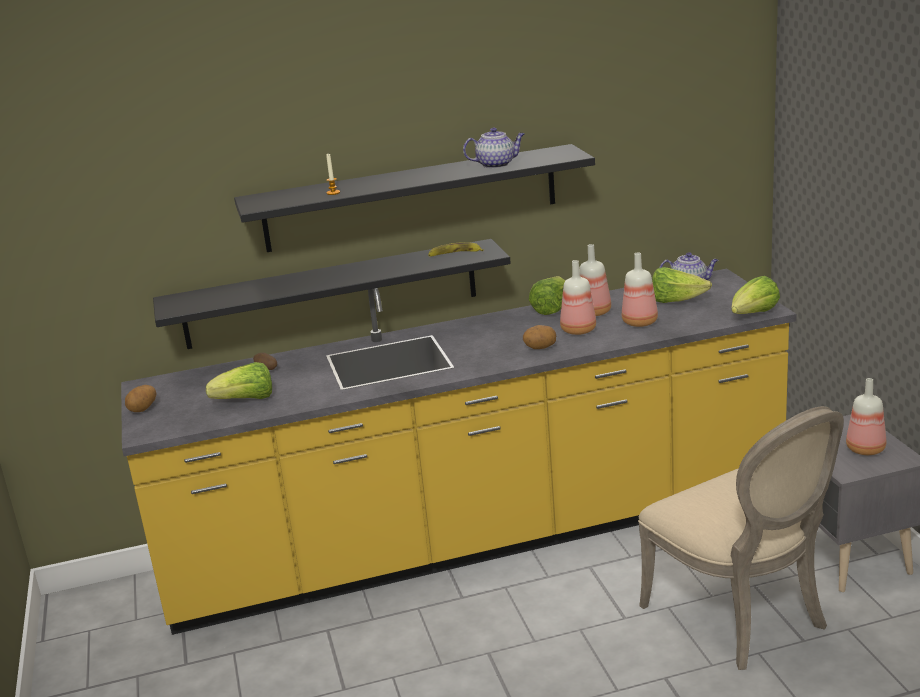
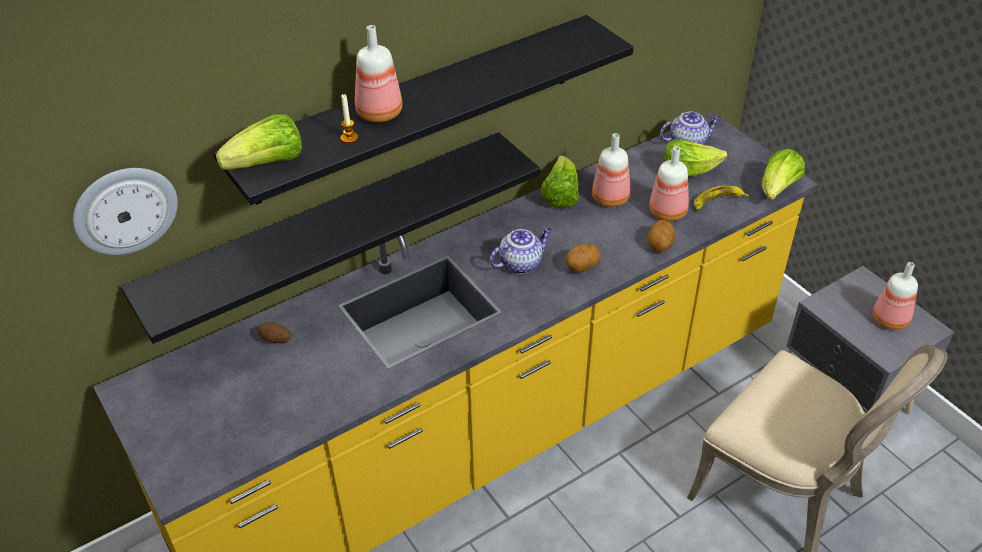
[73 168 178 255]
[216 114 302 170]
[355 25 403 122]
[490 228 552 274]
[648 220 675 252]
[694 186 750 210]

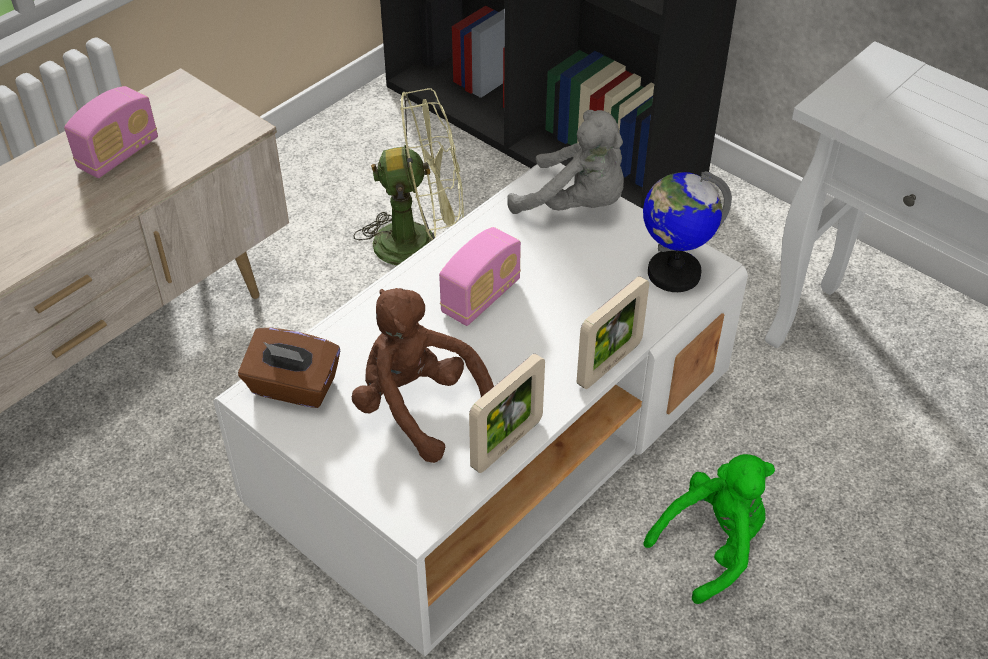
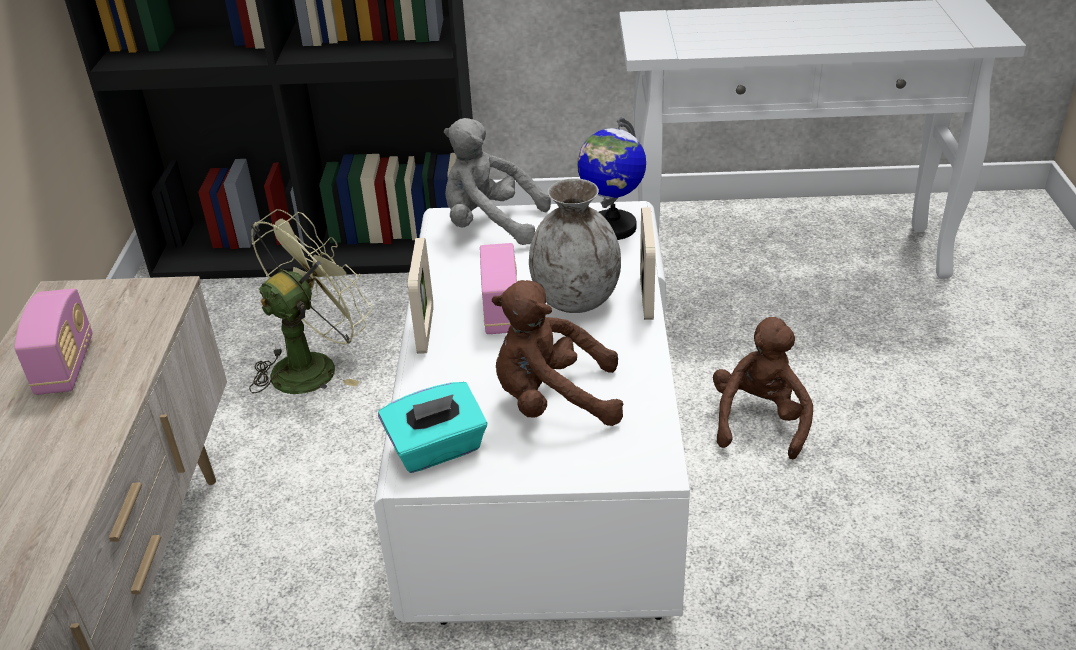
[378 382 487 473]
[408 238 433 354]
[444 118 551 245]
[529 178 621 313]
[713 317 813 459]

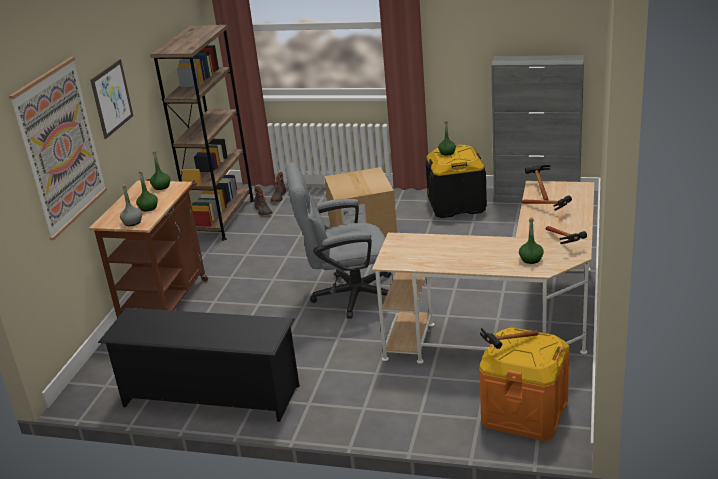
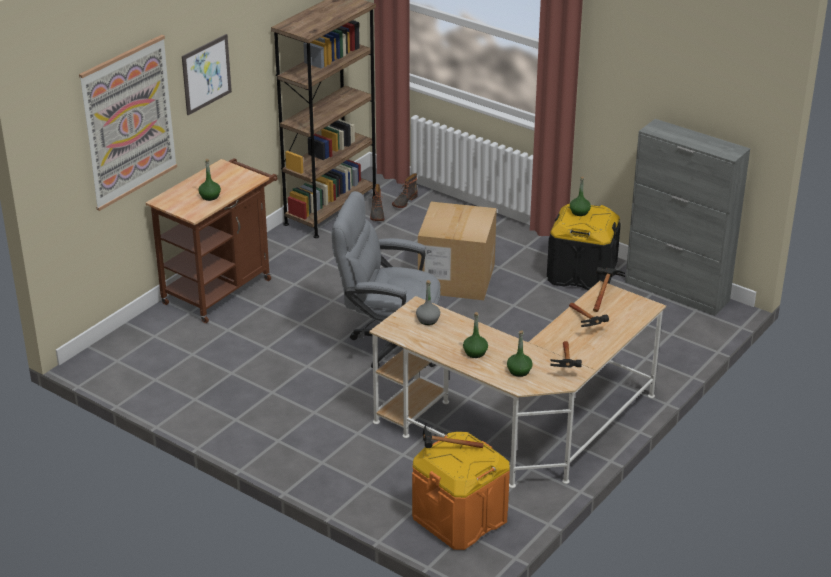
[416 280 440 325]
[463 312 488 358]
[98 308 300 422] (first image)

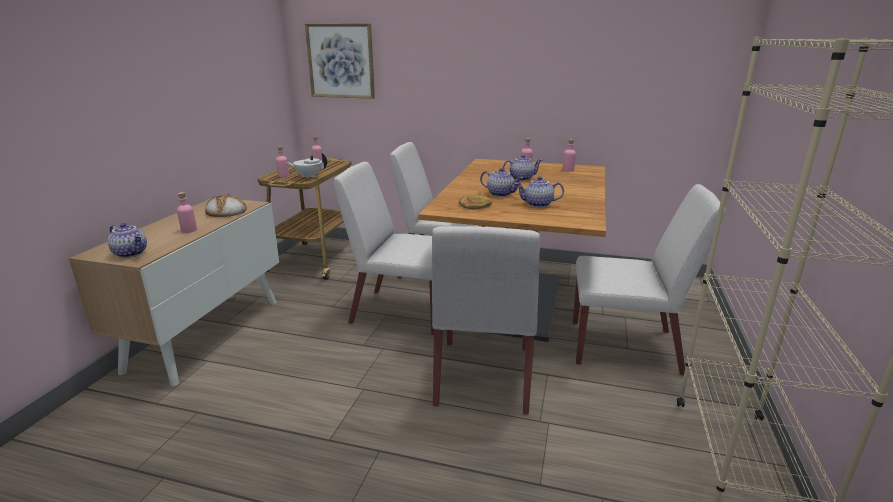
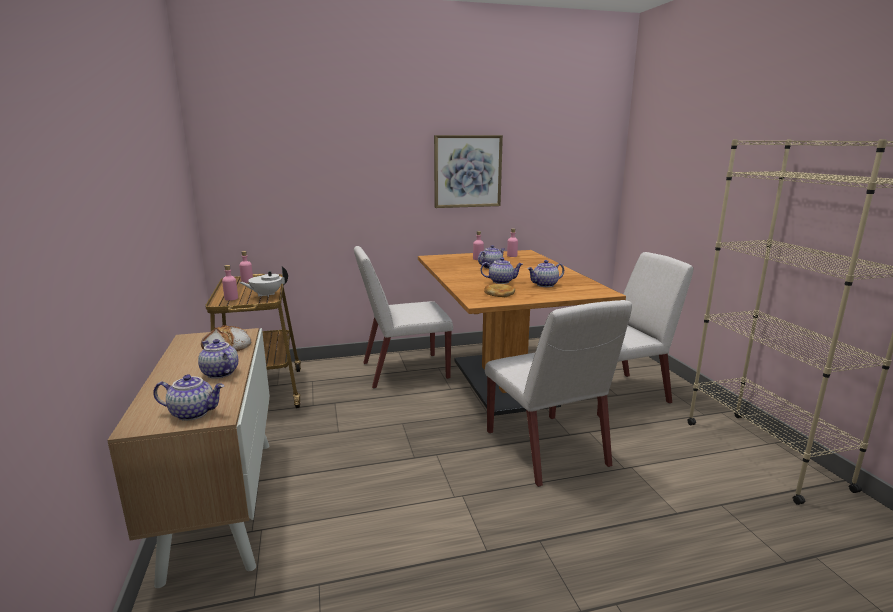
[198 339 238 379]
[434 135 503 208]
[333 162 434 336] (first image)

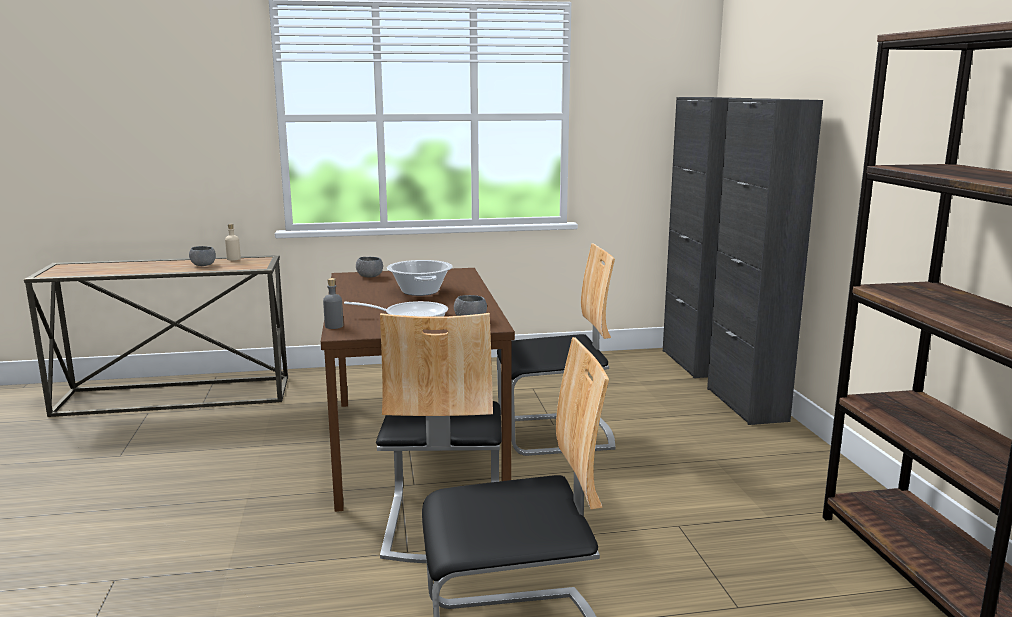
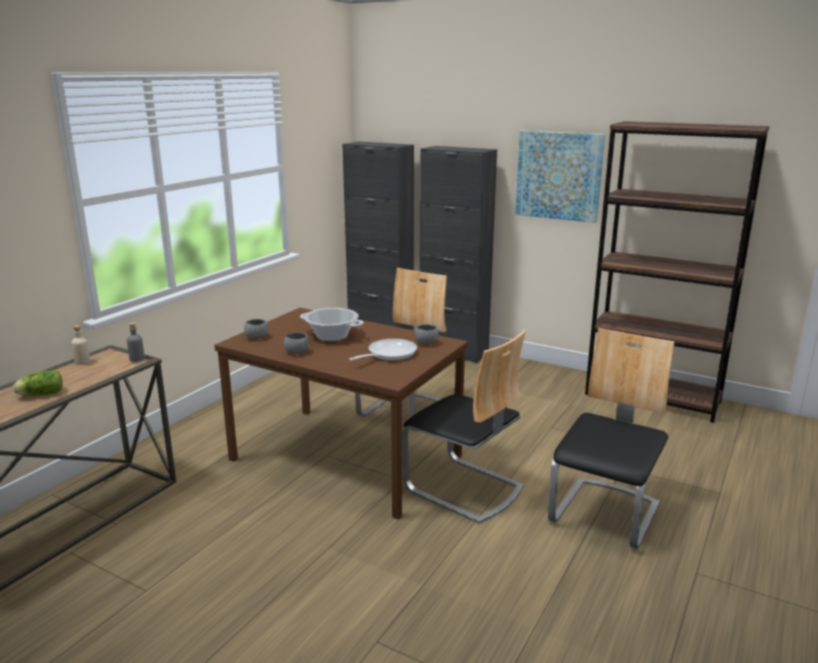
[13 370 63 396]
[127 322 145 362]
[284 332 309 354]
[515 131 605 223]

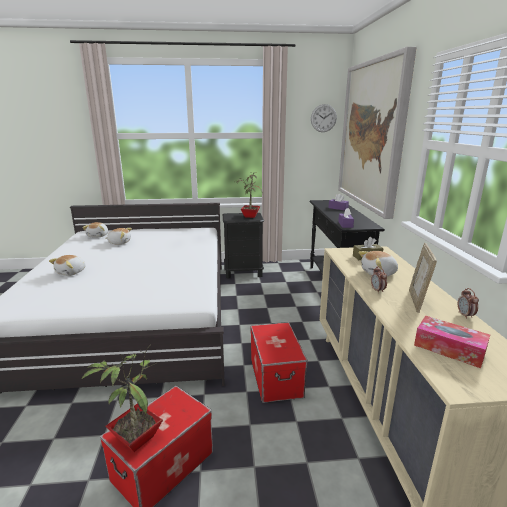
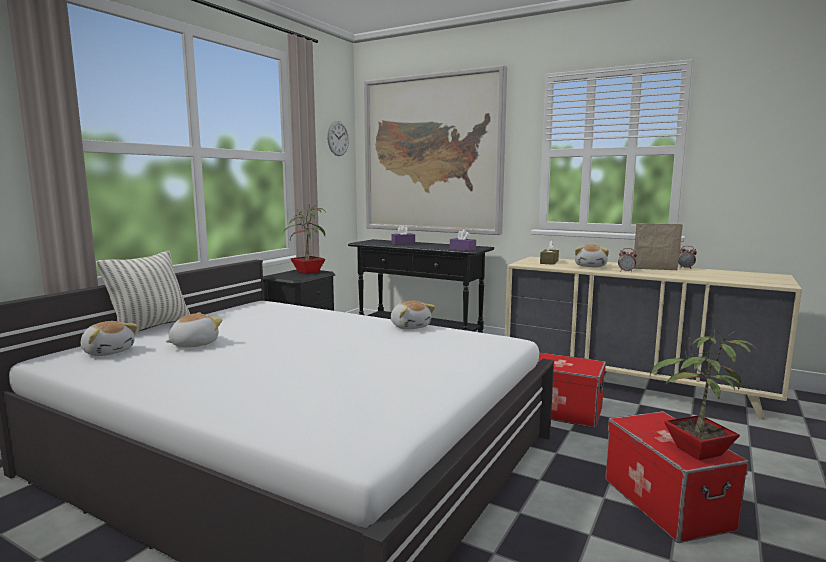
[96 251 190 333]
[391 301 435 330]
[633 223 683 270]
[414 316 490 368] (first image)

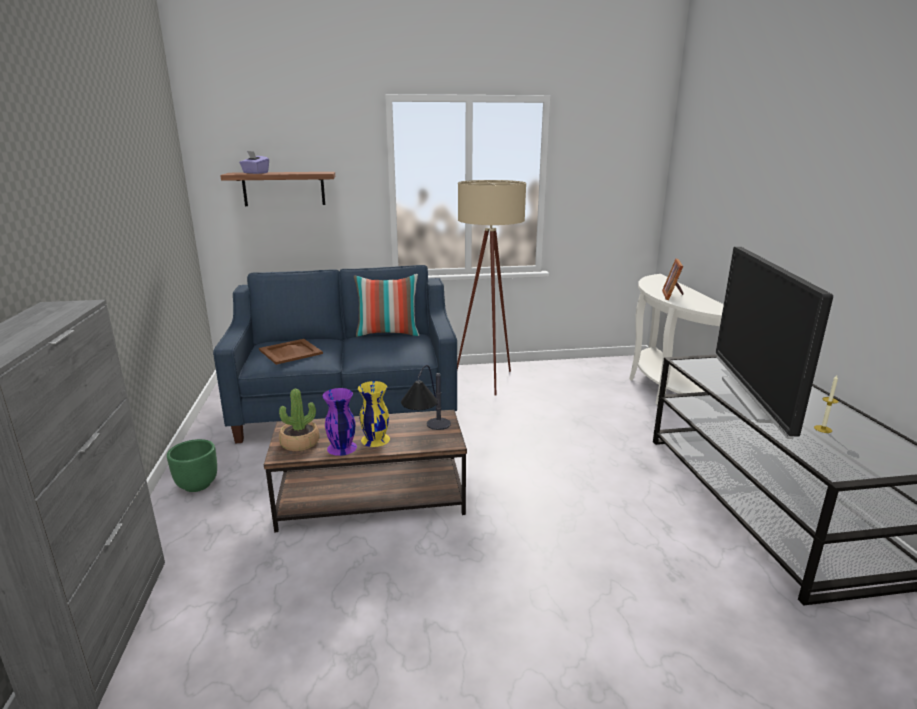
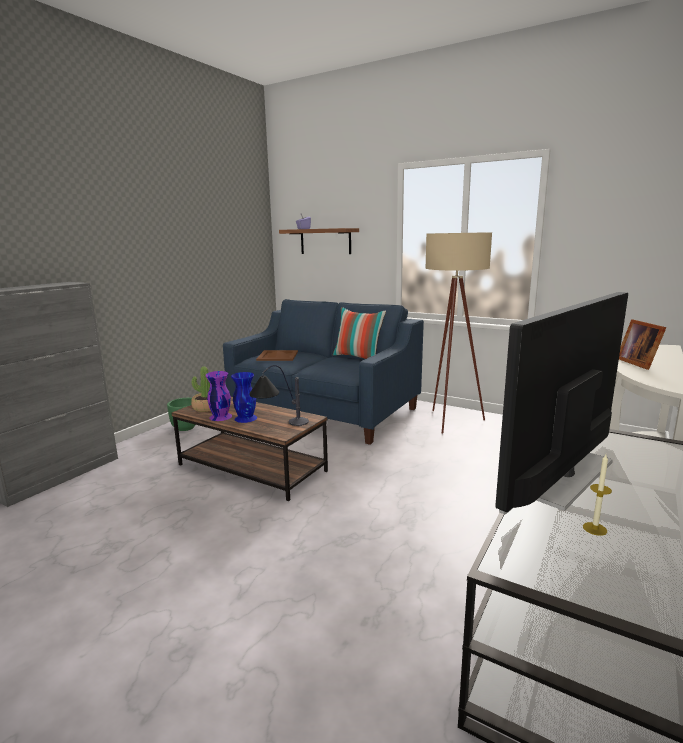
[231 372 257 423]
[619 319 666 370]

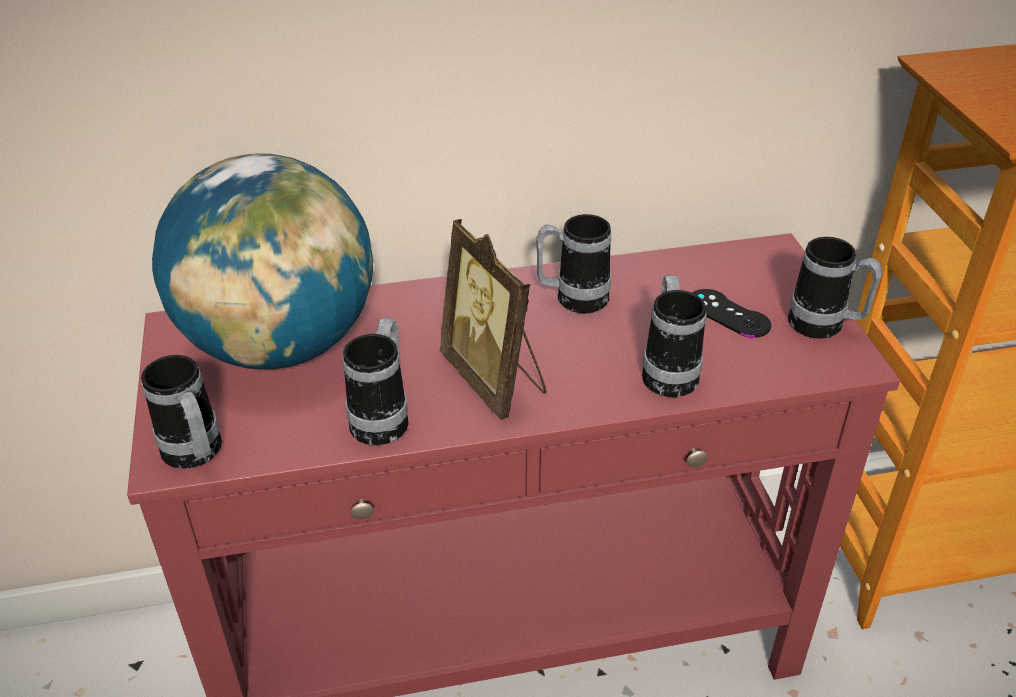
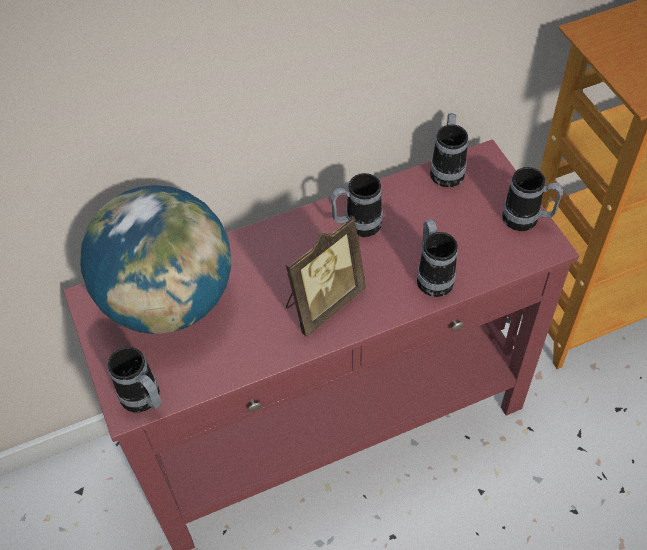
[286 215 366 337]
[430 113 468 188]
[693 289 771 338] (first image)

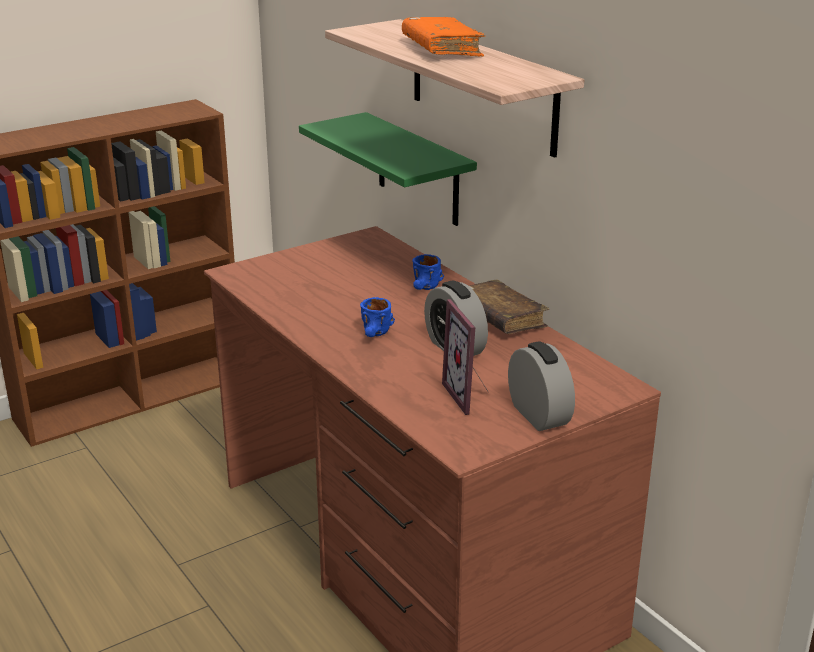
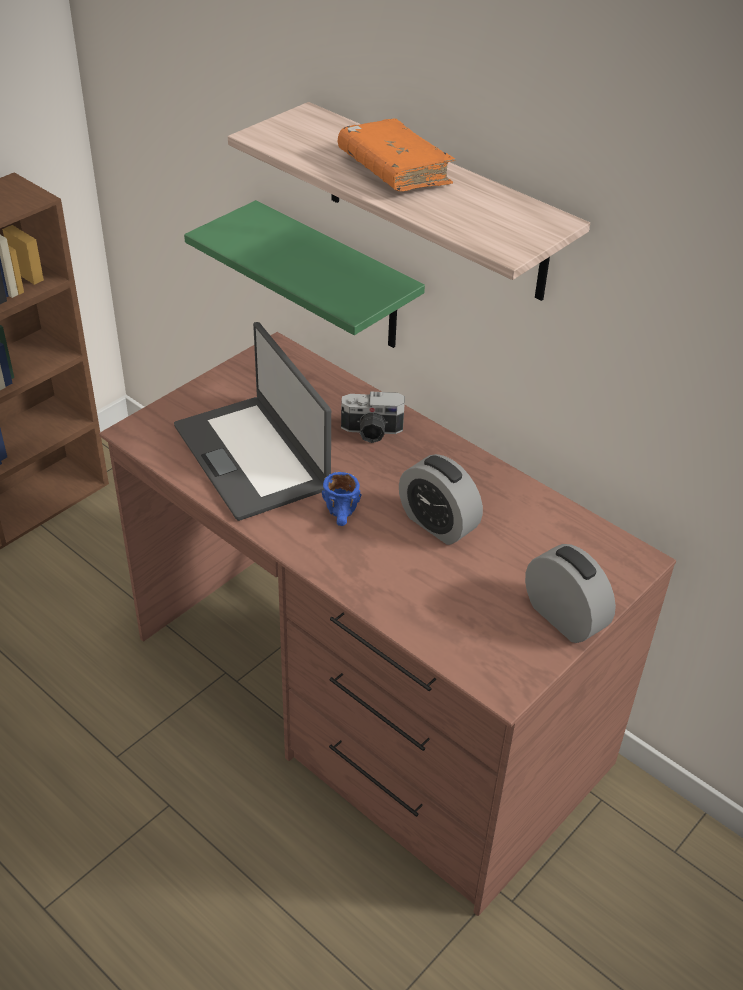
[174 322 331 521]
[341 391 405 443]
[442 299 490 415] (first image)
[469 280 549 334] (first image)

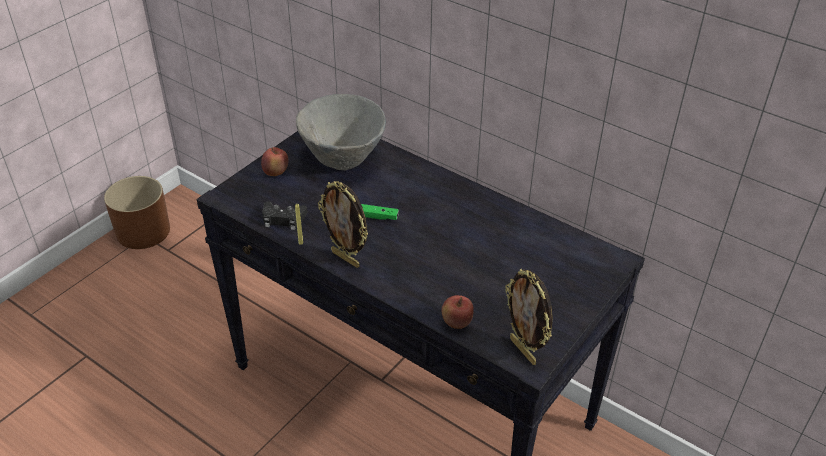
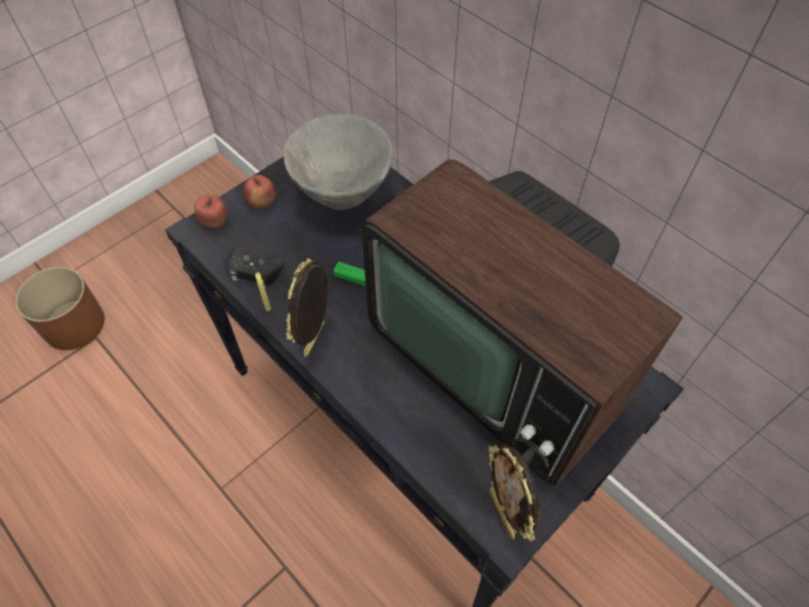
[15 267 105 350]
[194 195 227 229]
[286 258 328 357]
[361 159 683 486]

